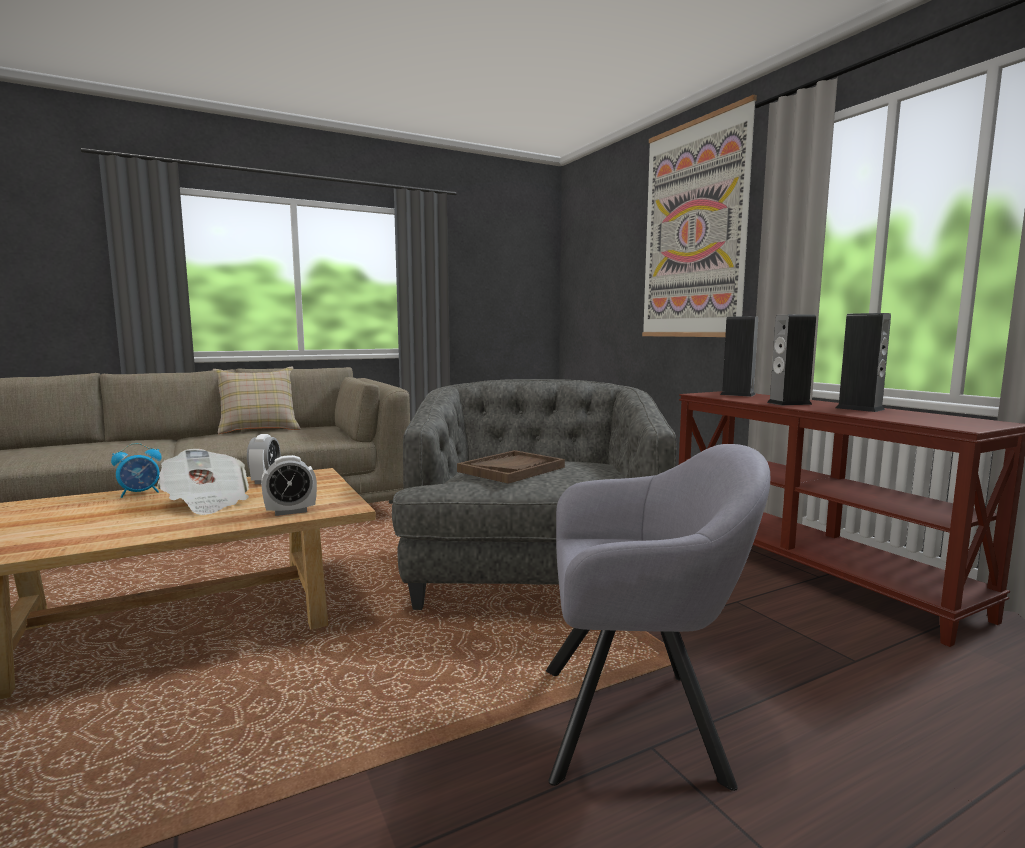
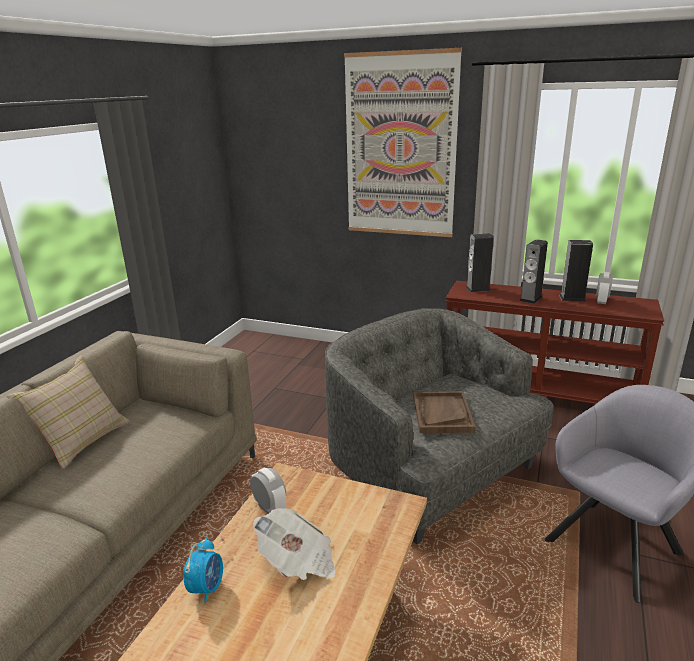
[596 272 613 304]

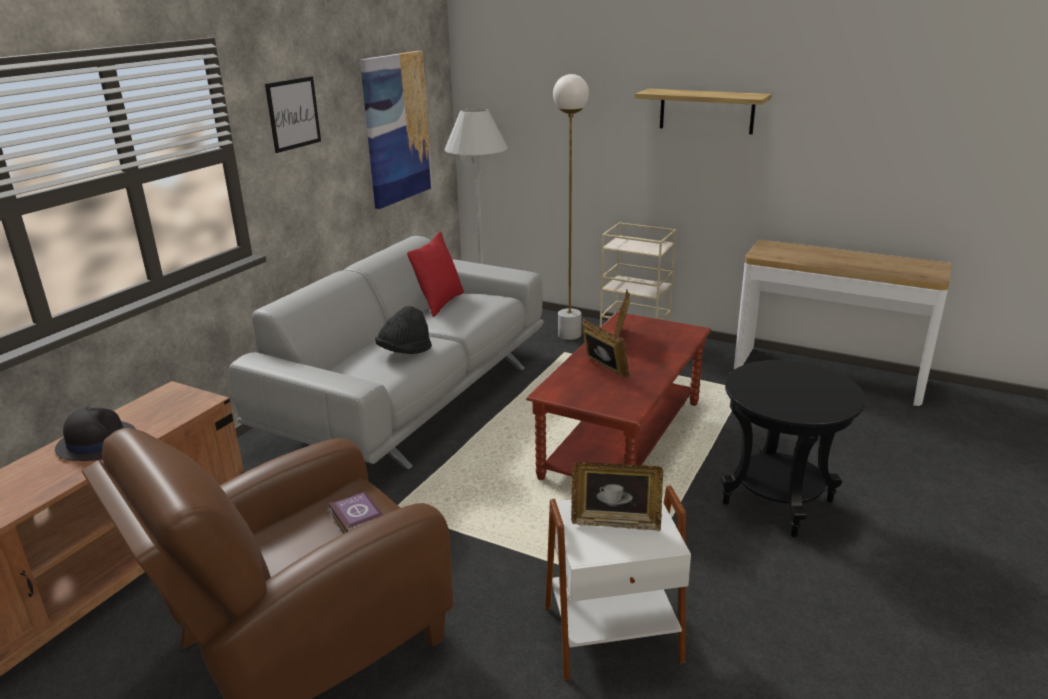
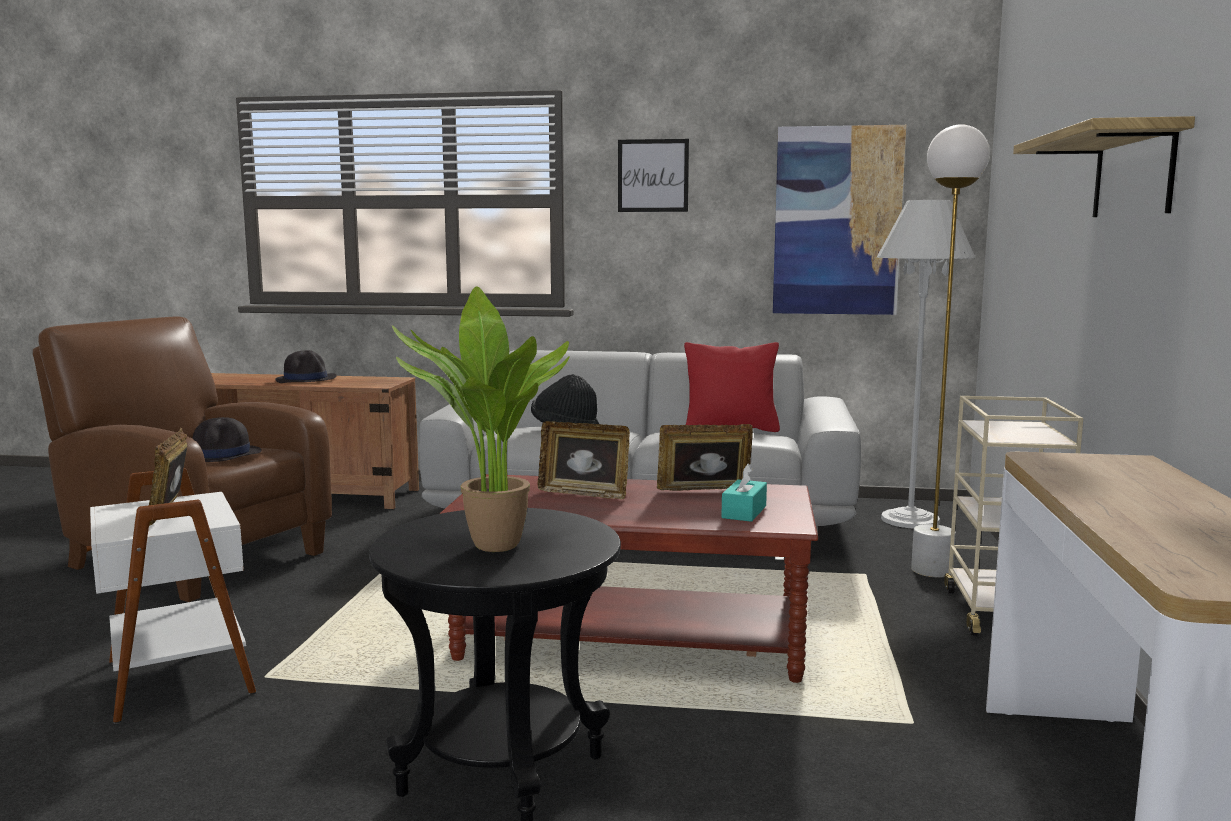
[192 417 262 462]
[392 286 570 552]
[538 421 630 499]
[721 464 767 522]

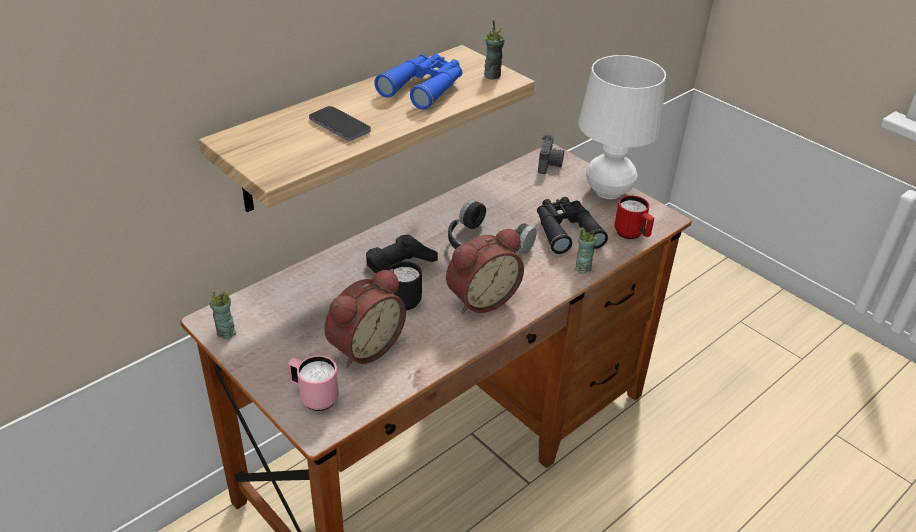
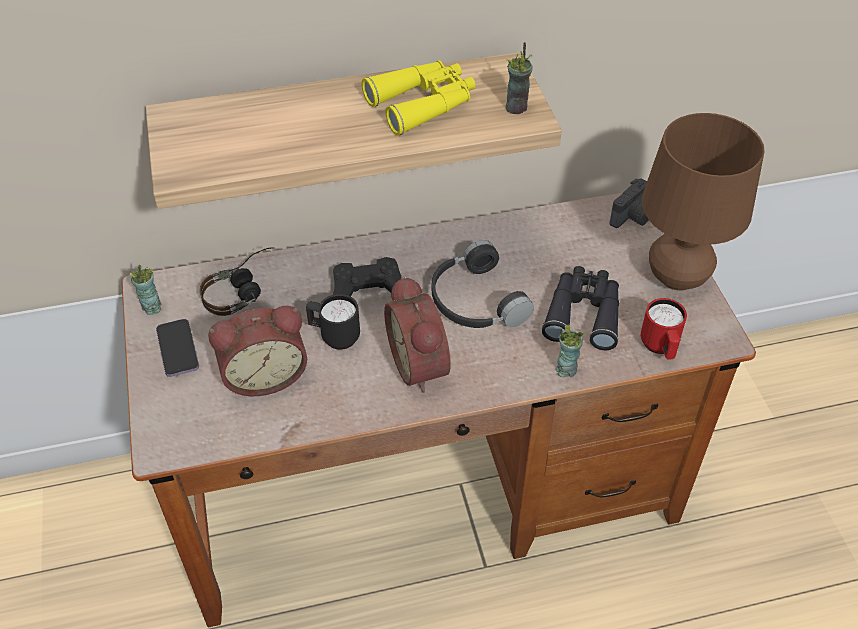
[156 319 199 377]
[200 247 274 316]
[361 60 476 135]
[384 275 451 393]
[642 113 765 291]
[288 355 339 411] (first image)

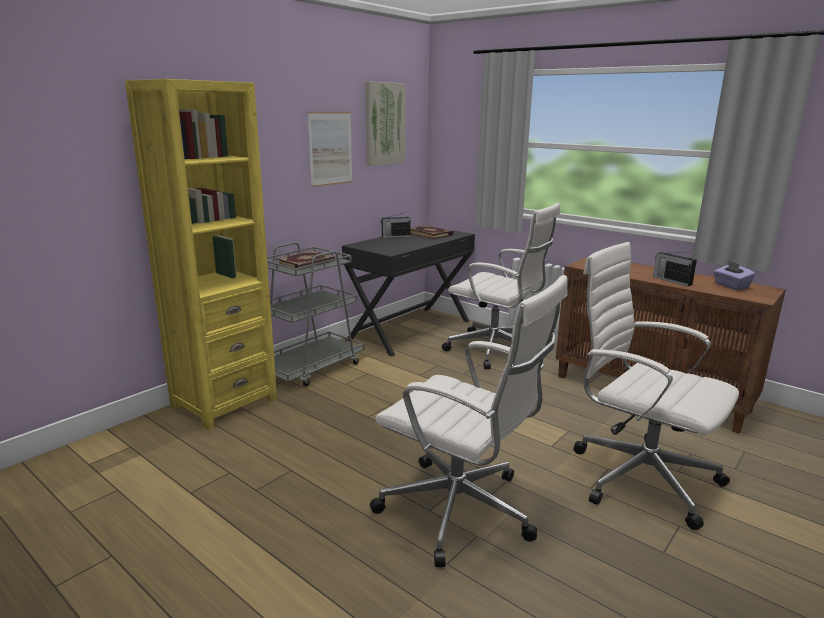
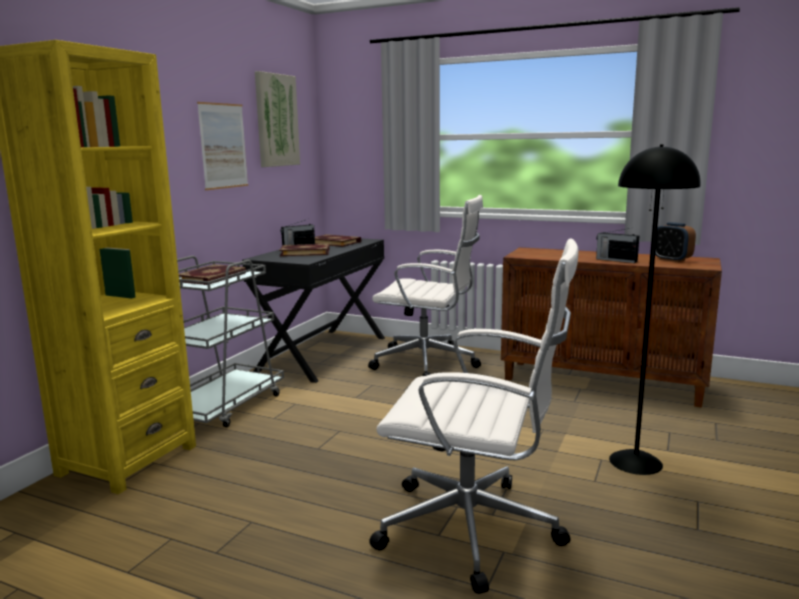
[279 244 329 256]
[609 144 701 475]
[655 222 696 262]

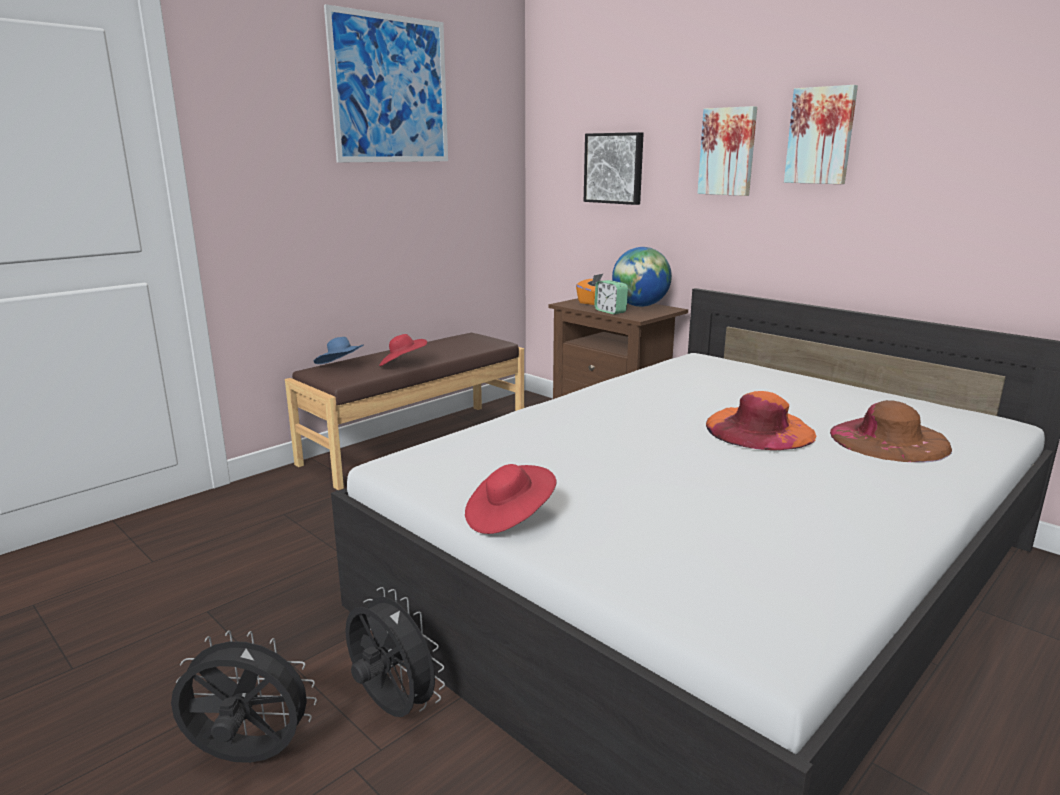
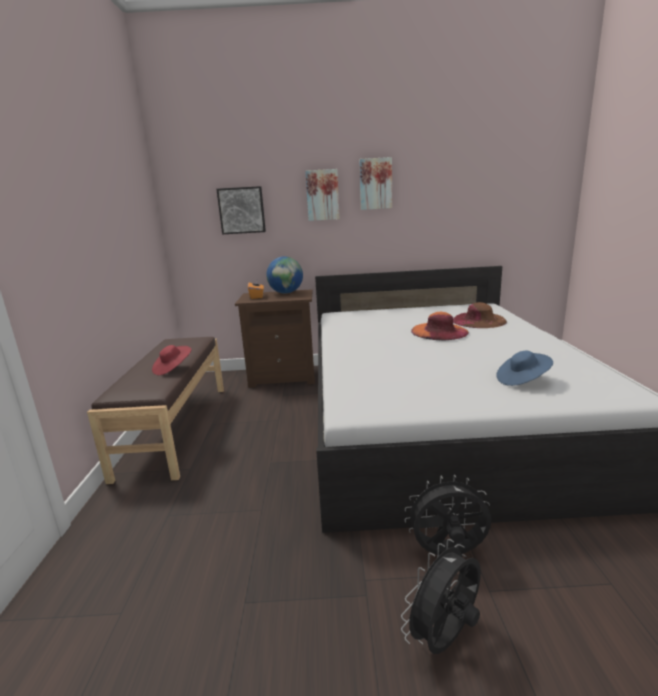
[496 351 553 386]
[324 4 448 163] (first image)
[465 464 557 534] (first image)
[594 280 628 314] (first image)

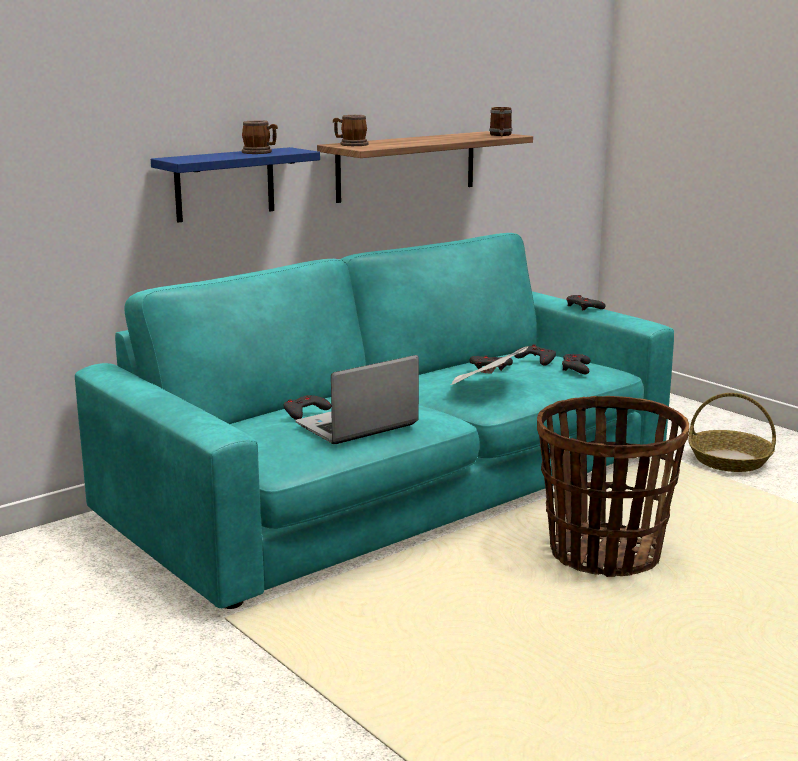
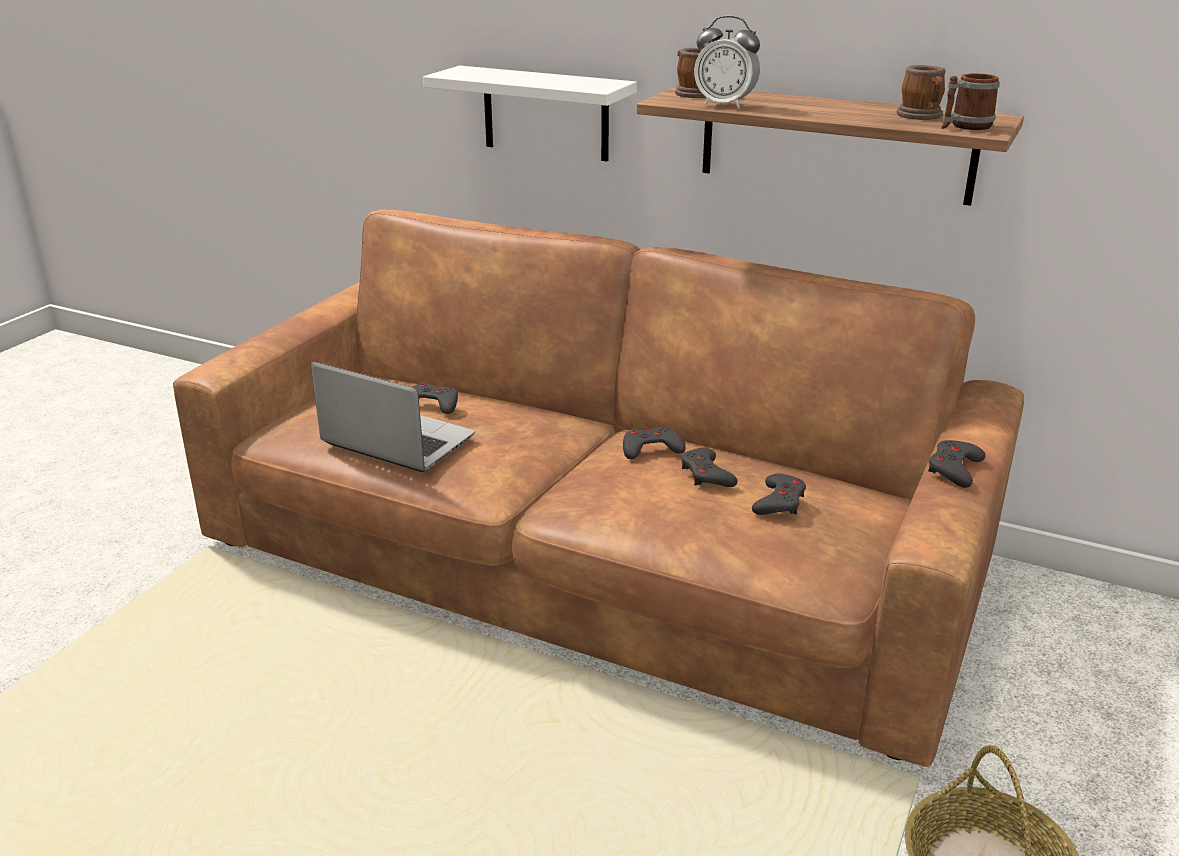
[173 210 1024 767]
[423 65 637 162]
[623 427 686 459]
[694 16 760 109]
[897 65 946 120]
[450 346 528 385] (first image)
[537 396 689 577] (first image)

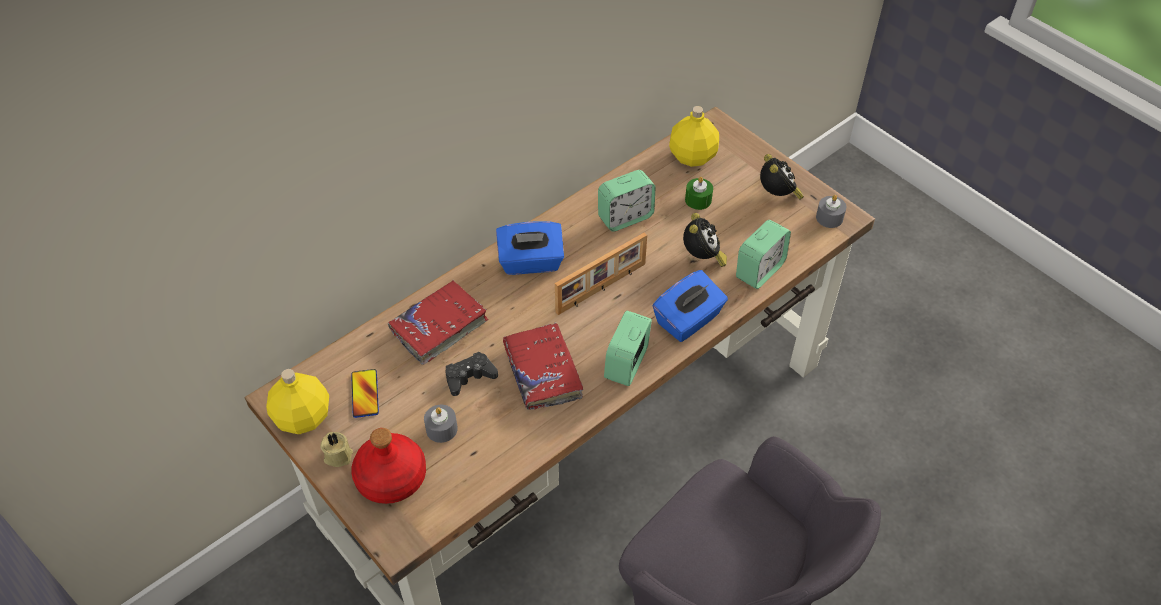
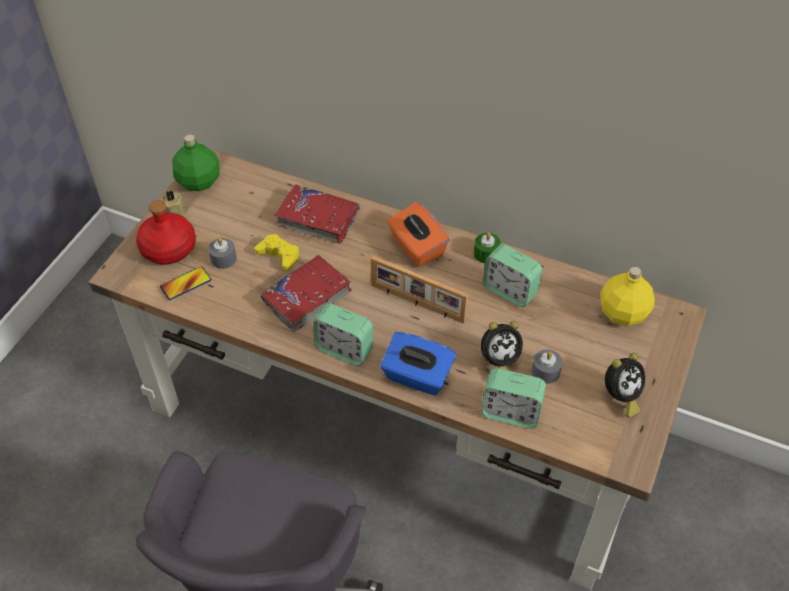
[160 267 211 300]
[172 135 220 191]
[255 234 300 271]
[313 303 373 366]
[387 202 449 267]
[474 232 501 263]
[532 349 563 384]

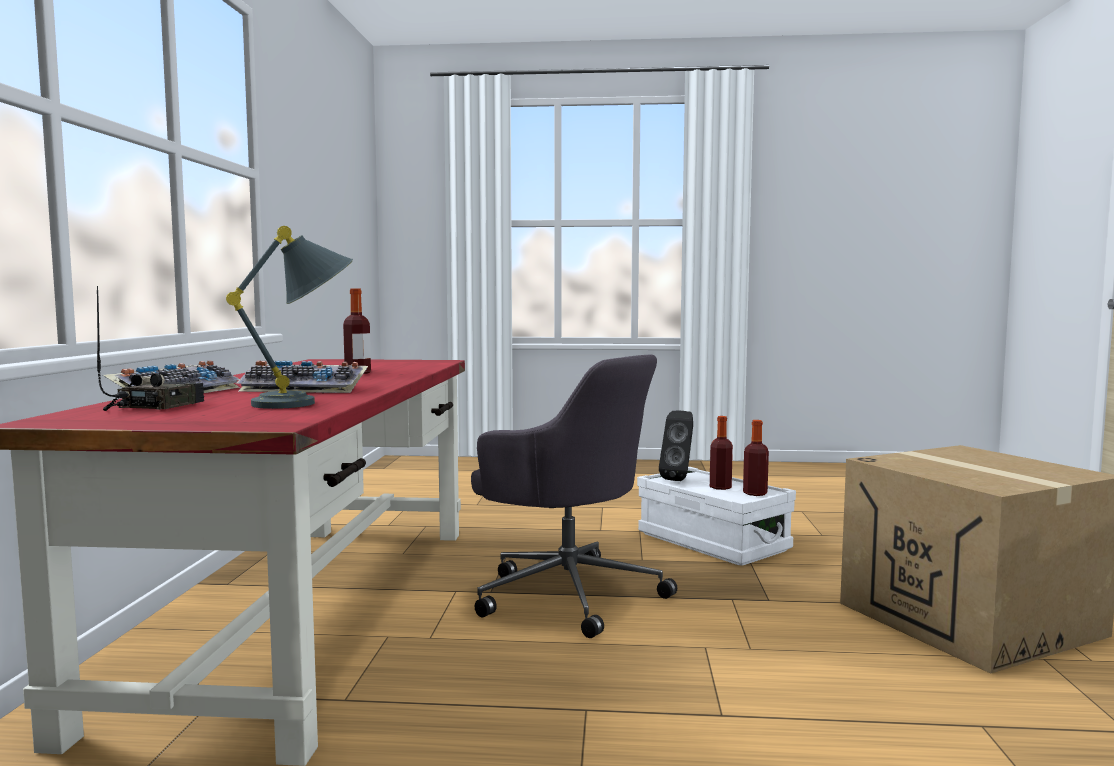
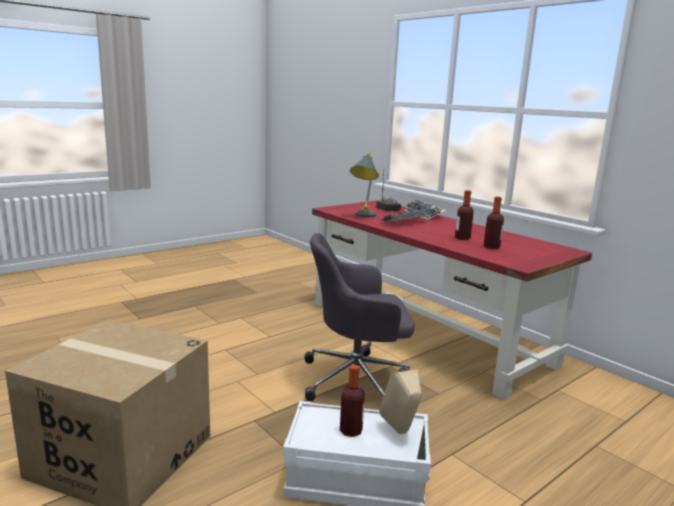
[379 370 422 434]
[483 197 504 249]

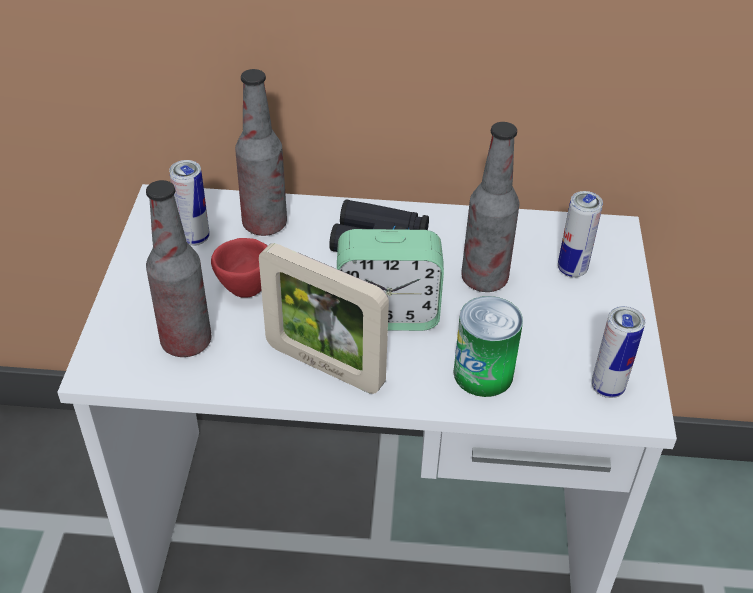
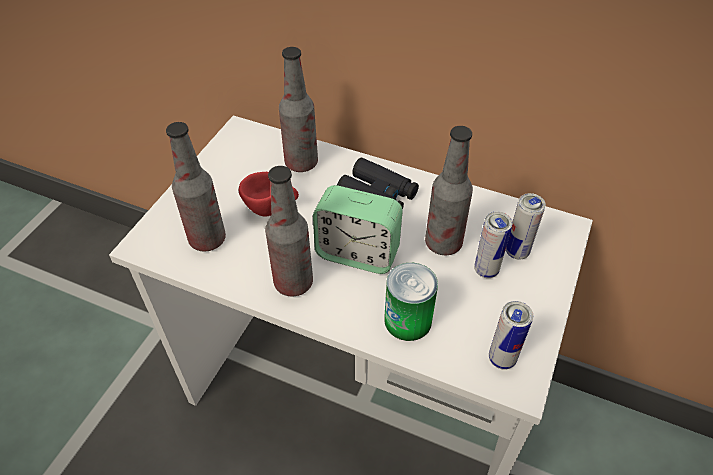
[265 166 313 296]
[474 212 513 278]

